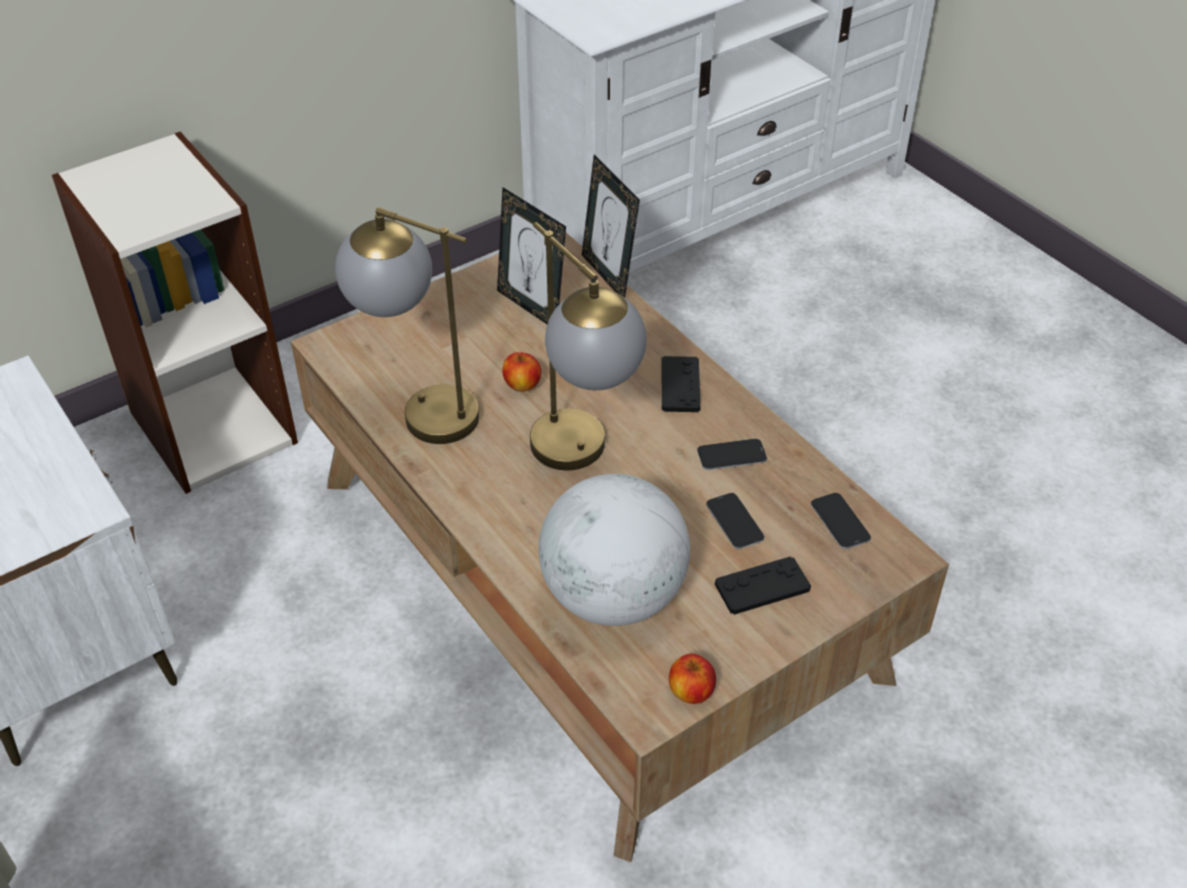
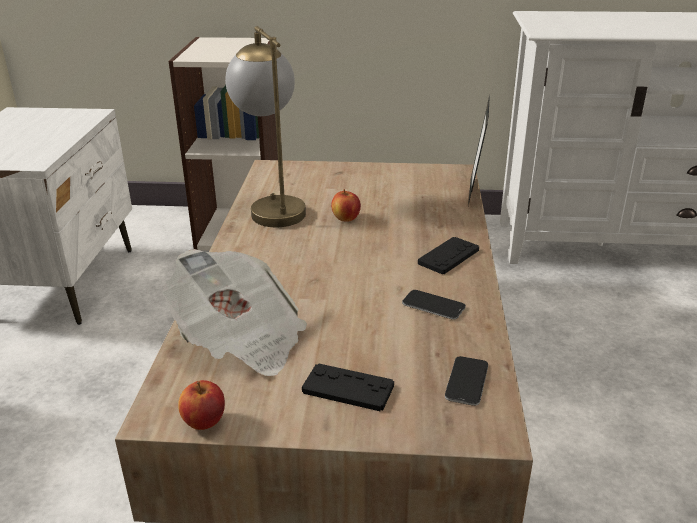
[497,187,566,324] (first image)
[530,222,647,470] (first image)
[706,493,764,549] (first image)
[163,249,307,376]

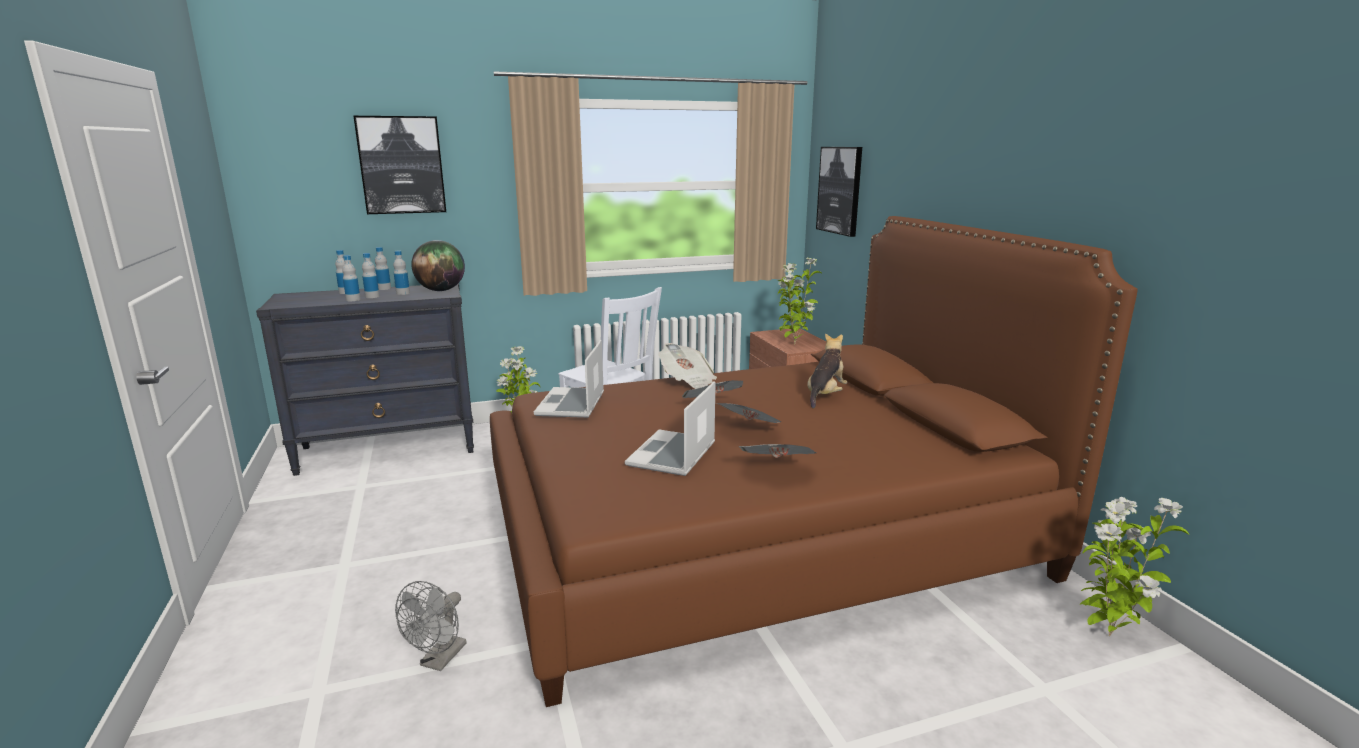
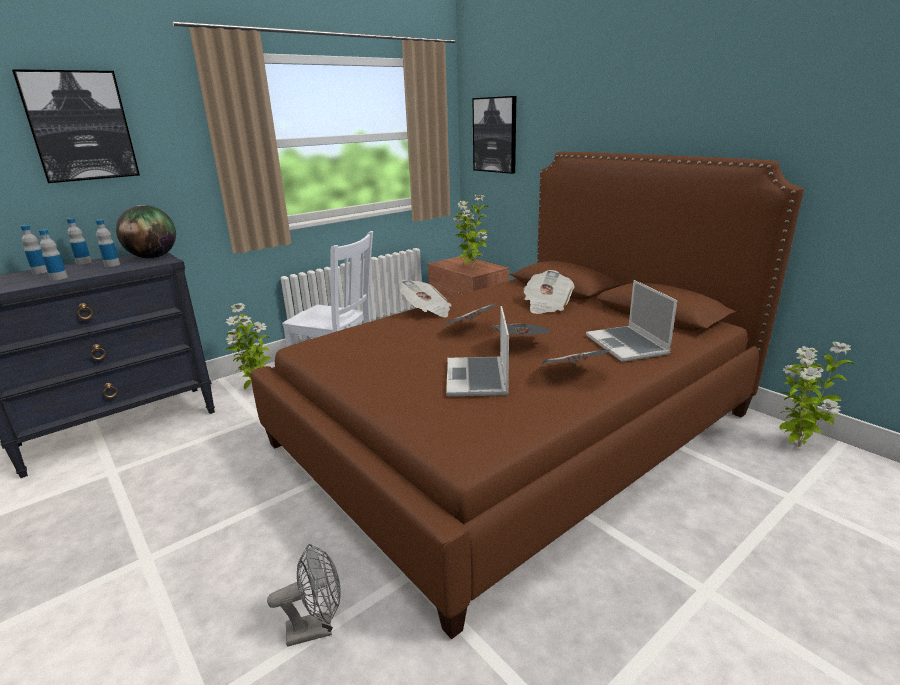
[362,253,380,298] (first image)
[586,280,677,362]
[523,270,574,314]
[267,544,341,647]

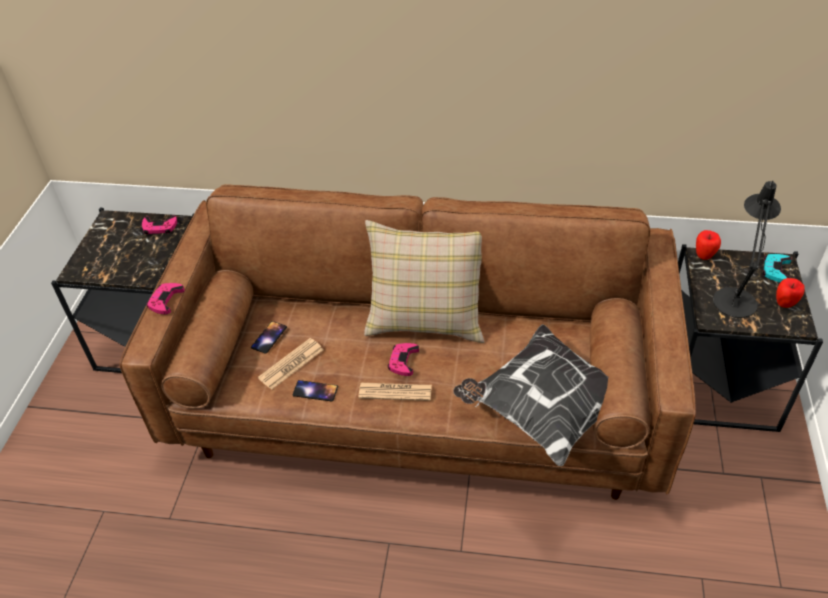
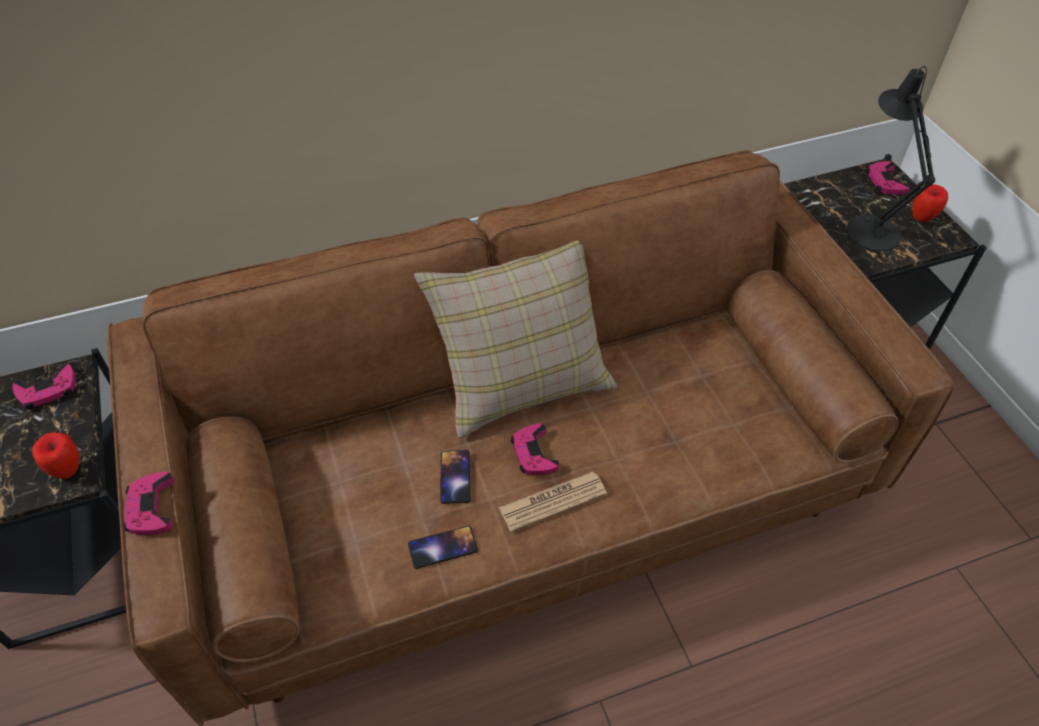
[258,338,324,390] (first image)
[453,324,608,466] (first image)
[440,450,470,504]
[32,432,80,479]
[866,161,910,195]

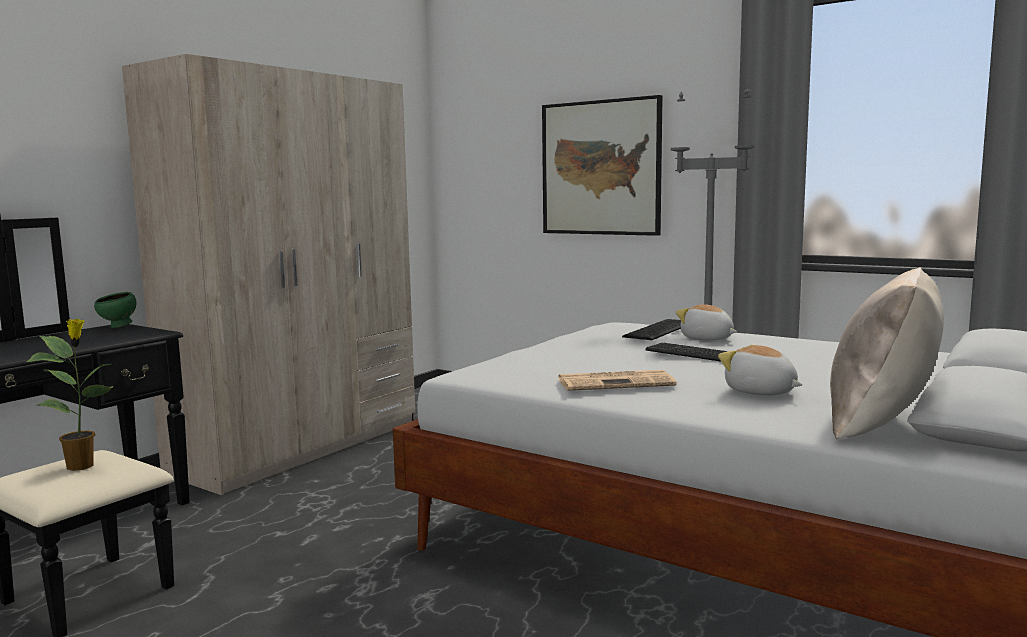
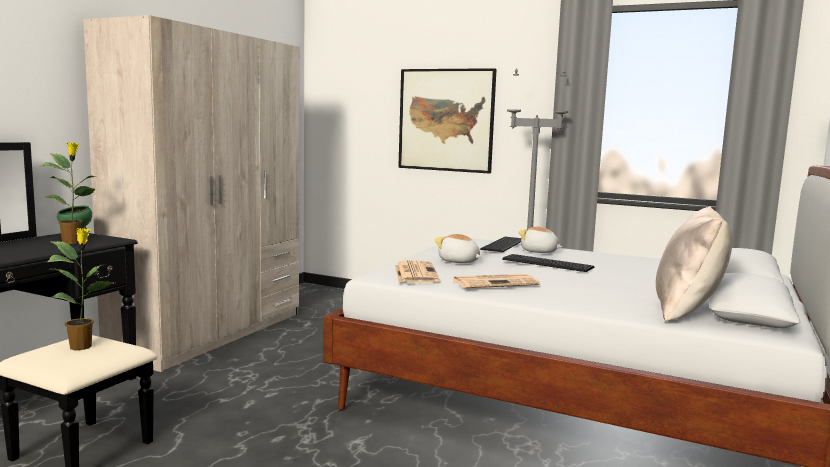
[39,142,96,244]
[395,260,440,283]
[435,234,482,263]

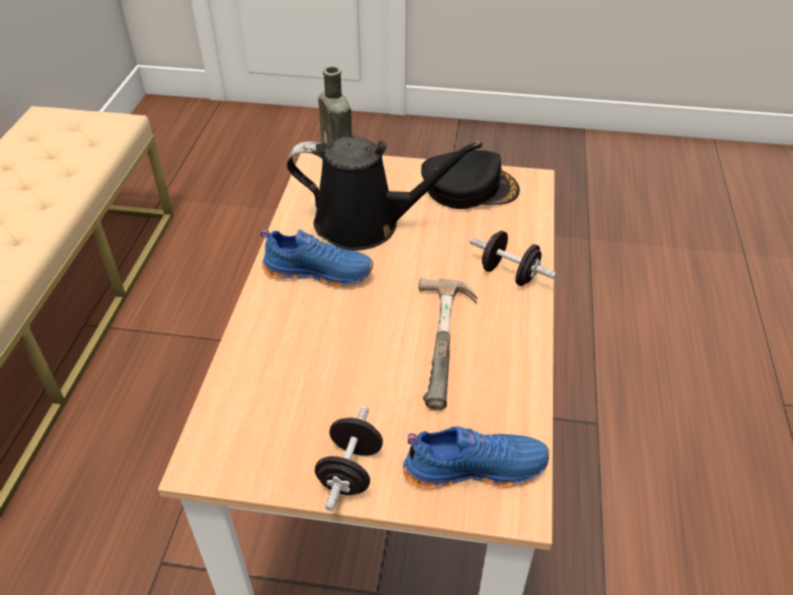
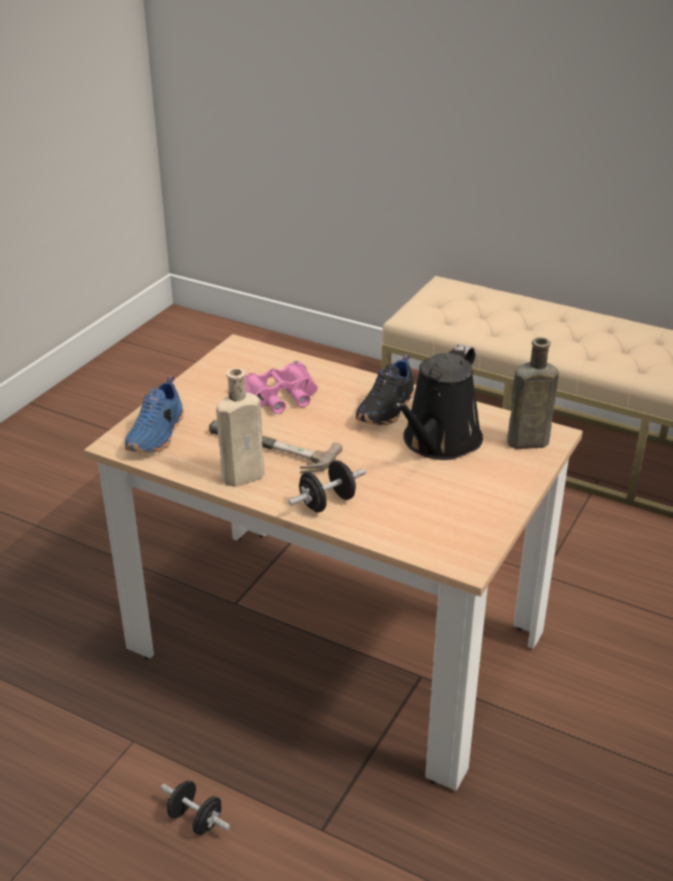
[421,150,520,209] (first image)
[216,368,265,487]
[245,361,318,414]
[161,780,230,835]
[356,354,414,425]

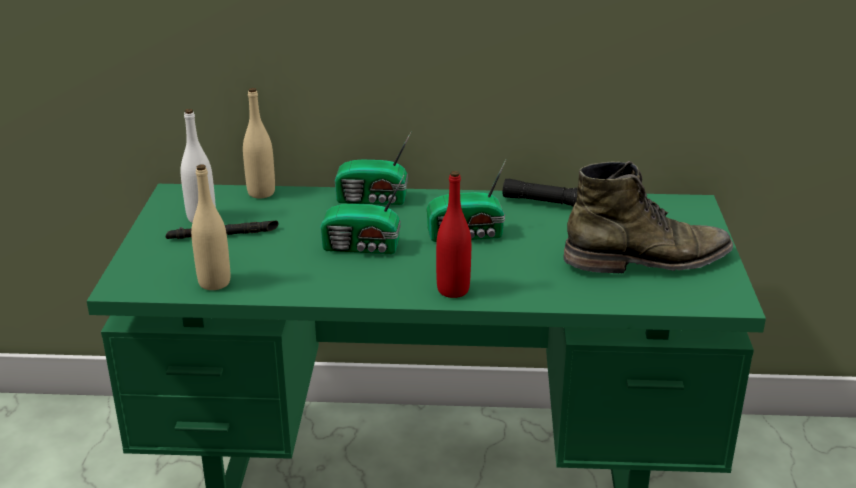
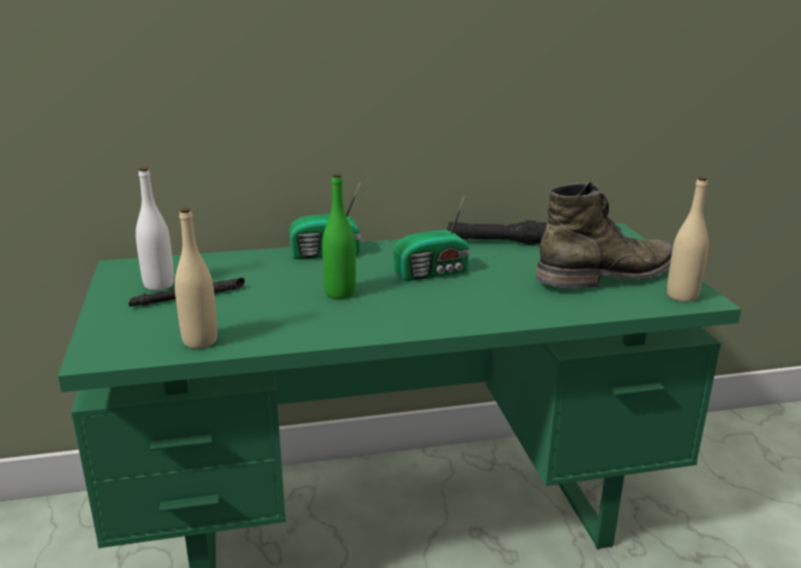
[436,171,471,298] (first image)
[667,176,709,302]
[322,173,356,299]

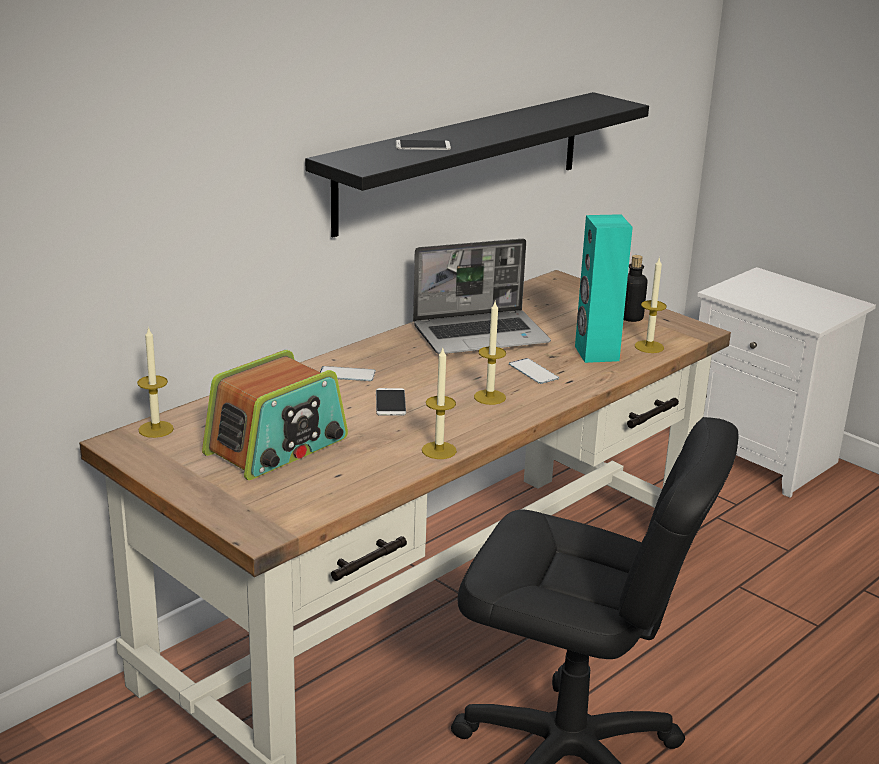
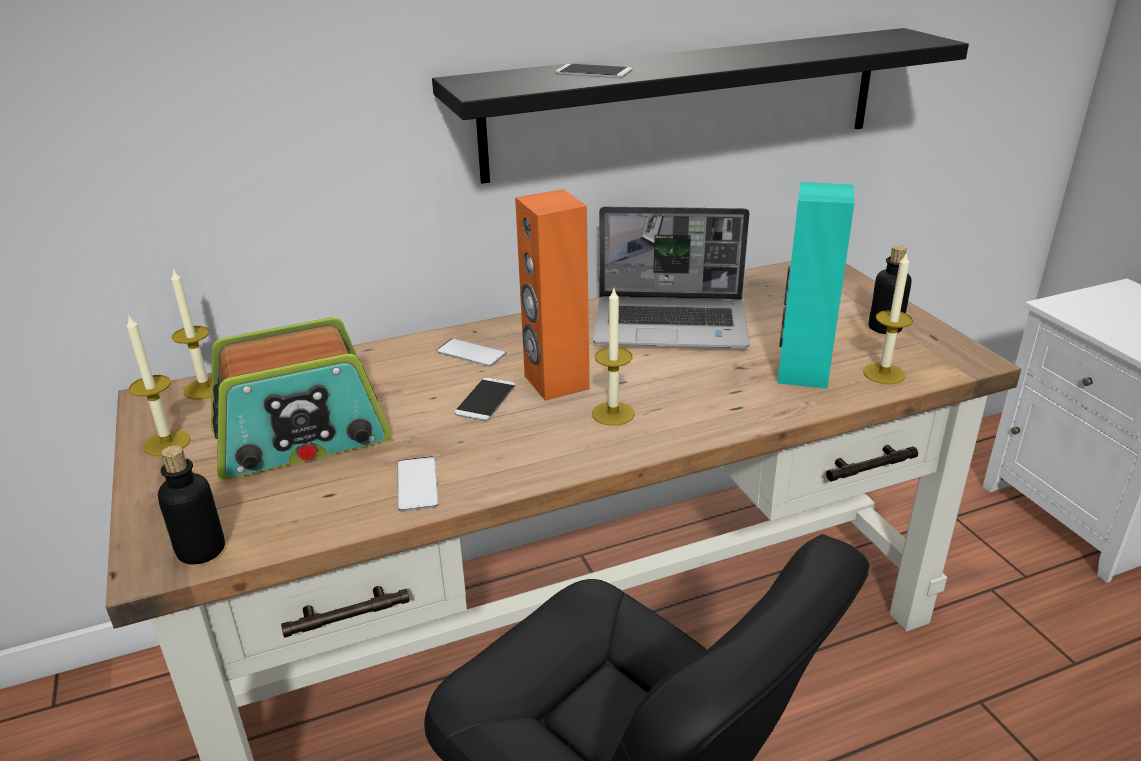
[158,445,225,565]
[515,189,590,401]
[126,314,191,456]
[397,456,439,511]

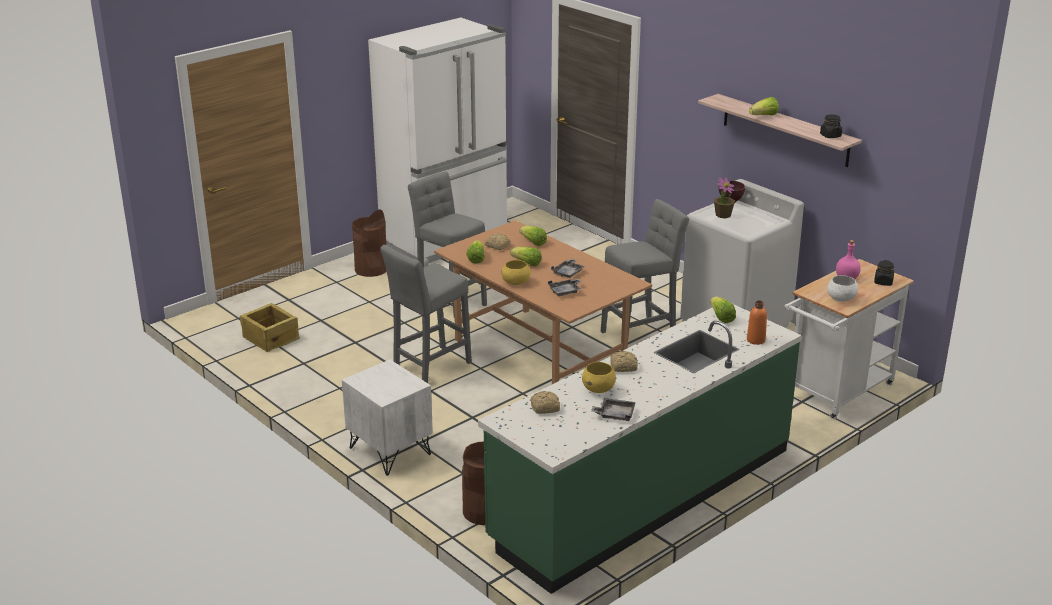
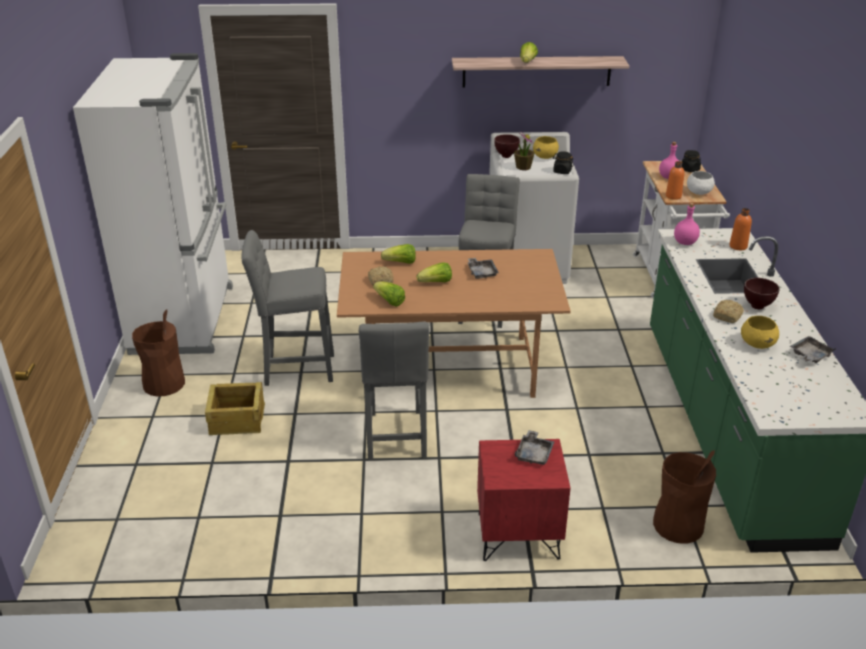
[531,391,560,414] (first image)
[666,161,684,200]
[744,278,780,309]
[205,382,265,435]
[533,136,559,159]
[515,430,555,465]
[553,151,574,174]
[674,203,700,245]
[477,439,571,561]

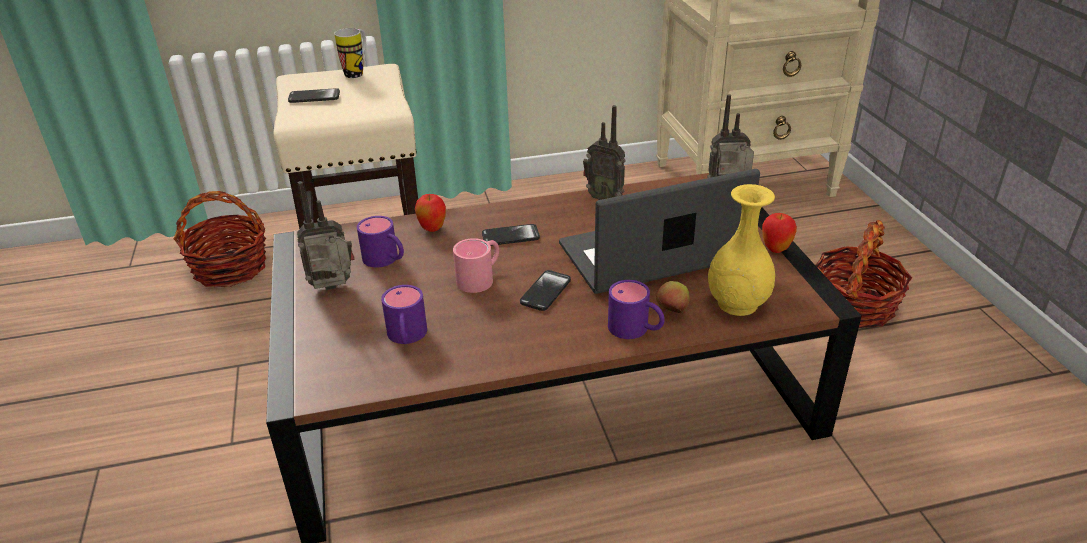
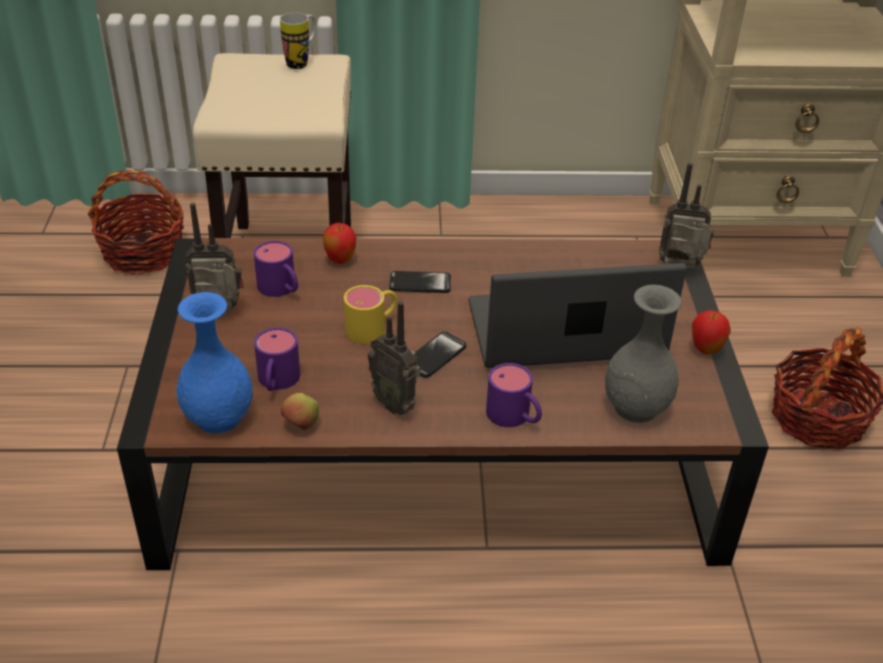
[288,88,340,103] (first image)
[177,292,253,433]
[368,301,420,415]
[281,393,319,430]
[344,285,397,344]
[605,285,681,423]

